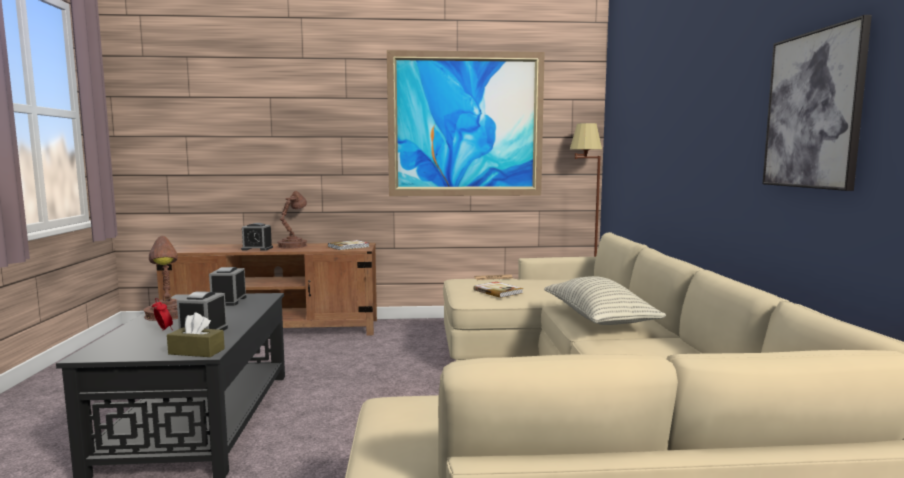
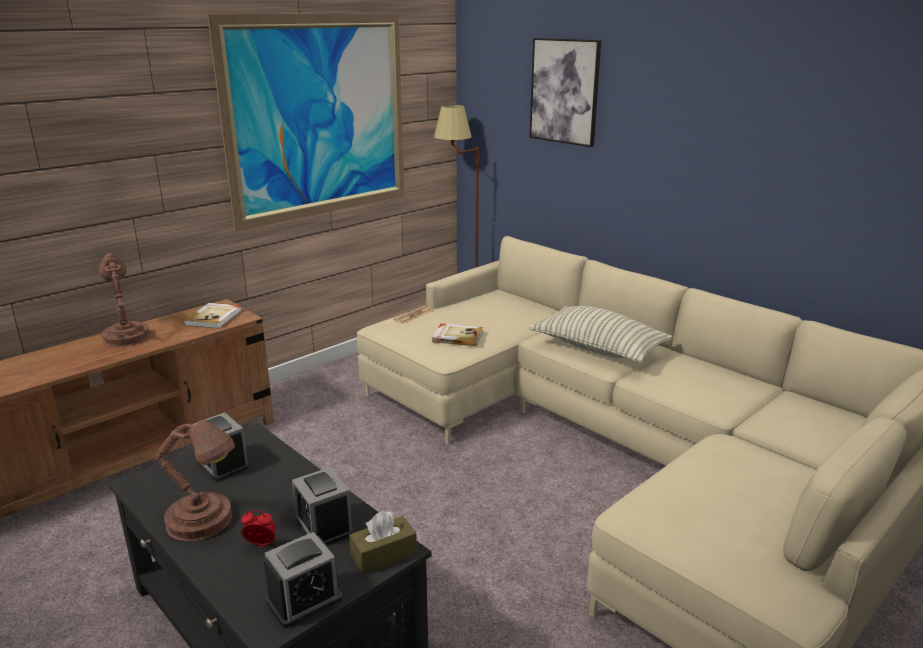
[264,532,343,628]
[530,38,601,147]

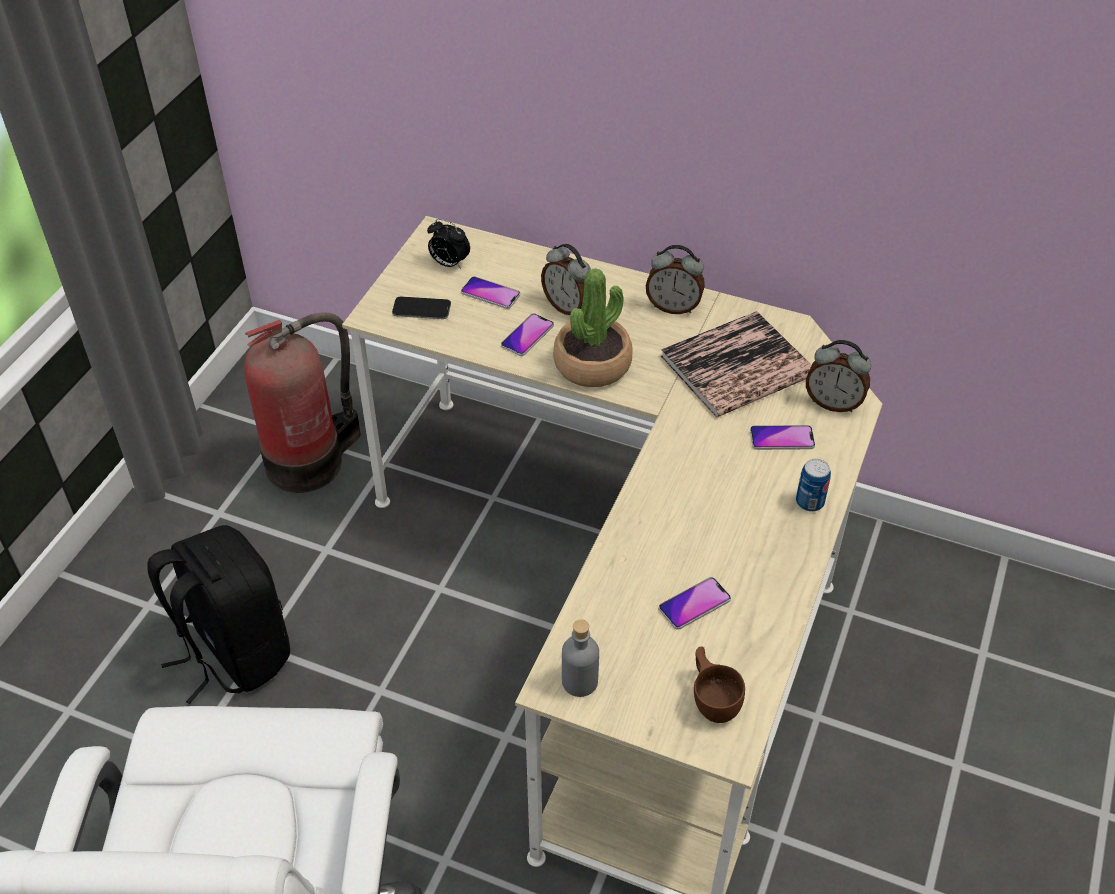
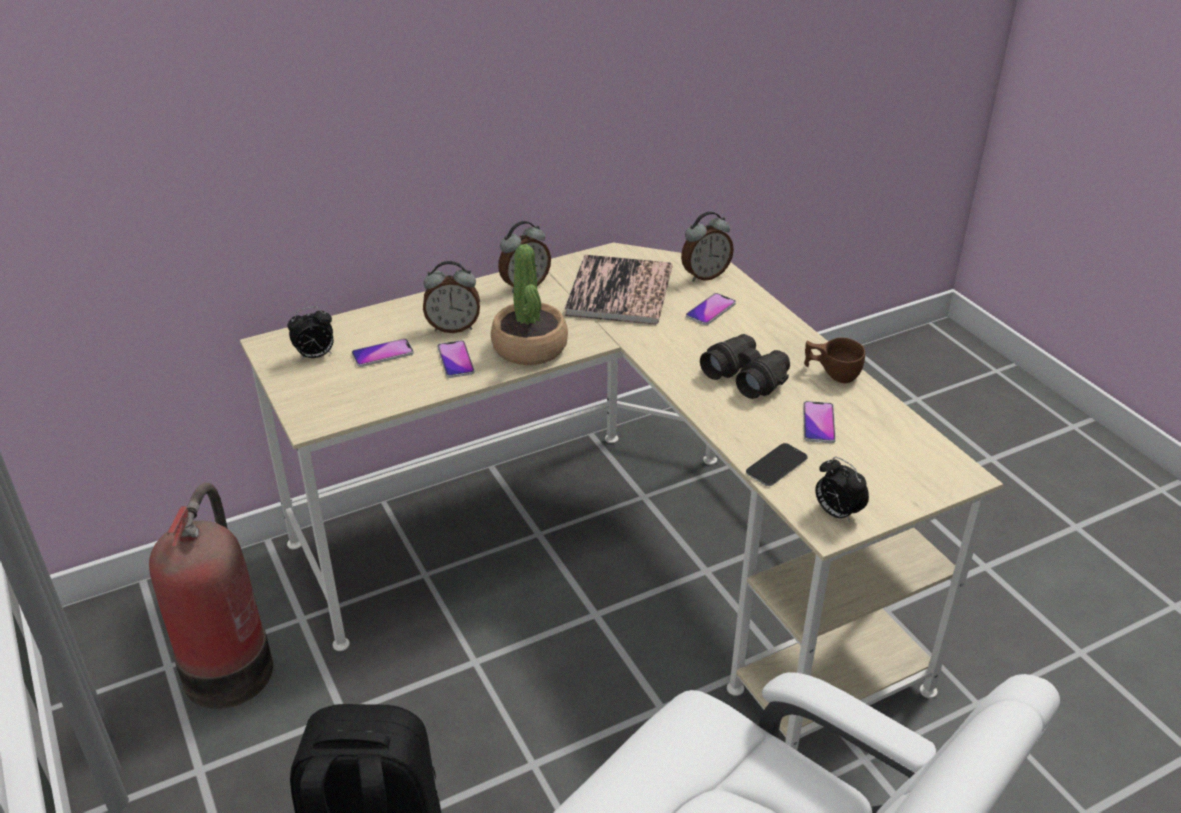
[796,459,831,512] (first image)
[700,334,790,399]
[746,443,808,486]
[804,338,865,383]
[815,457,869,523]

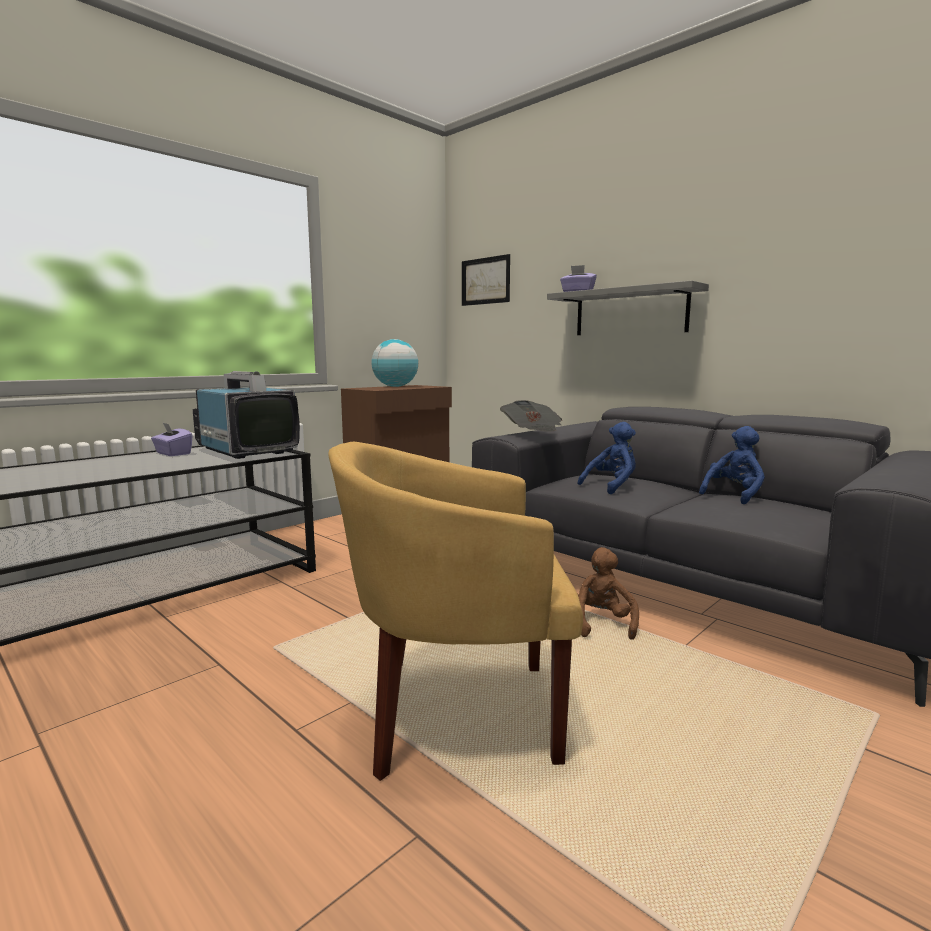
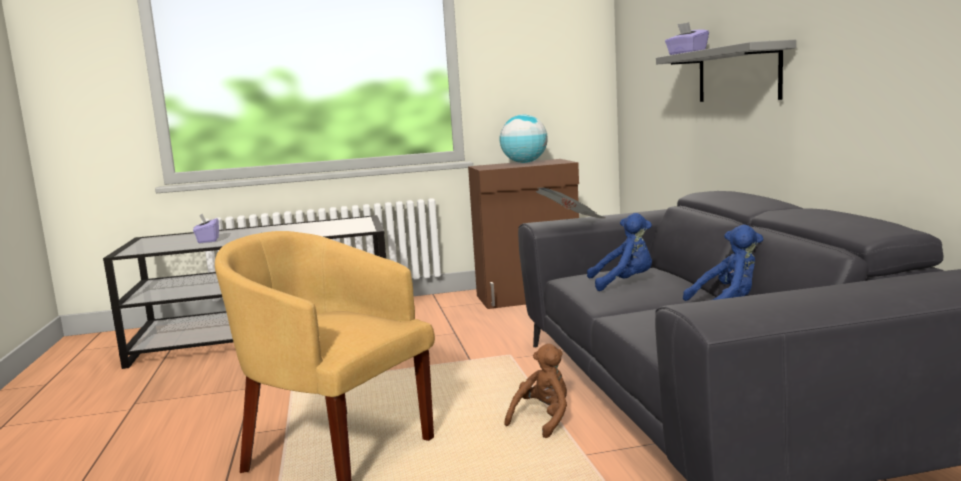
[193,371,300,459] (first image)
[462,254,510,306] (first image)
[193,214,219,243]

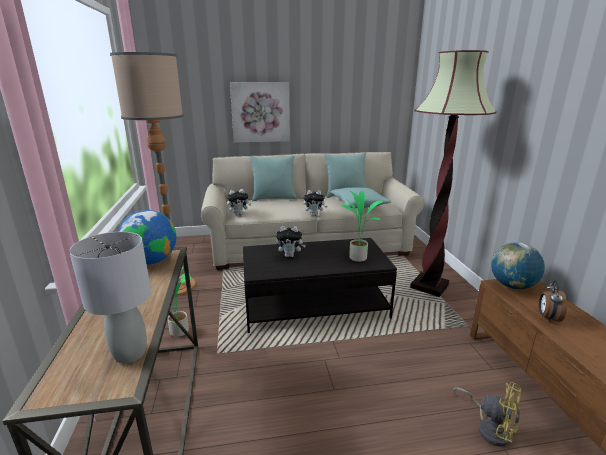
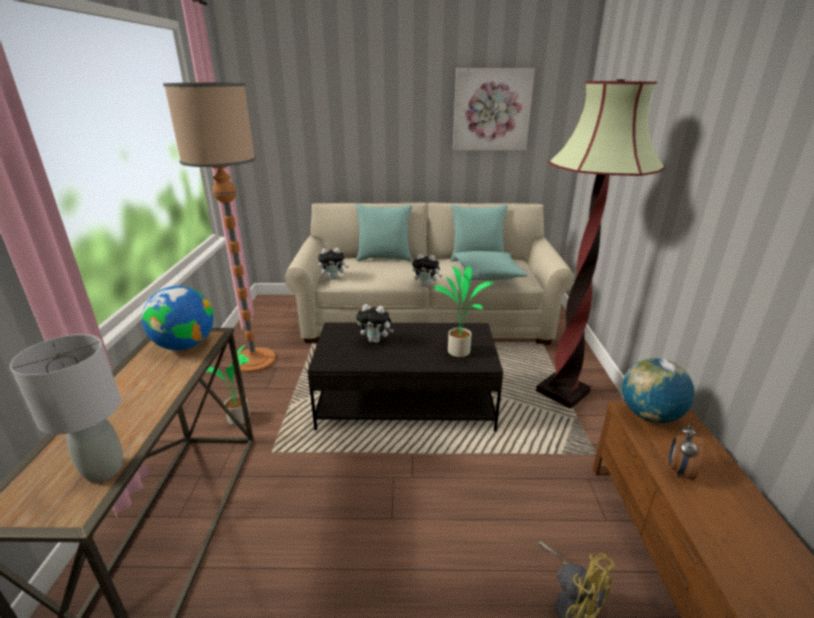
[453,68,535,150]

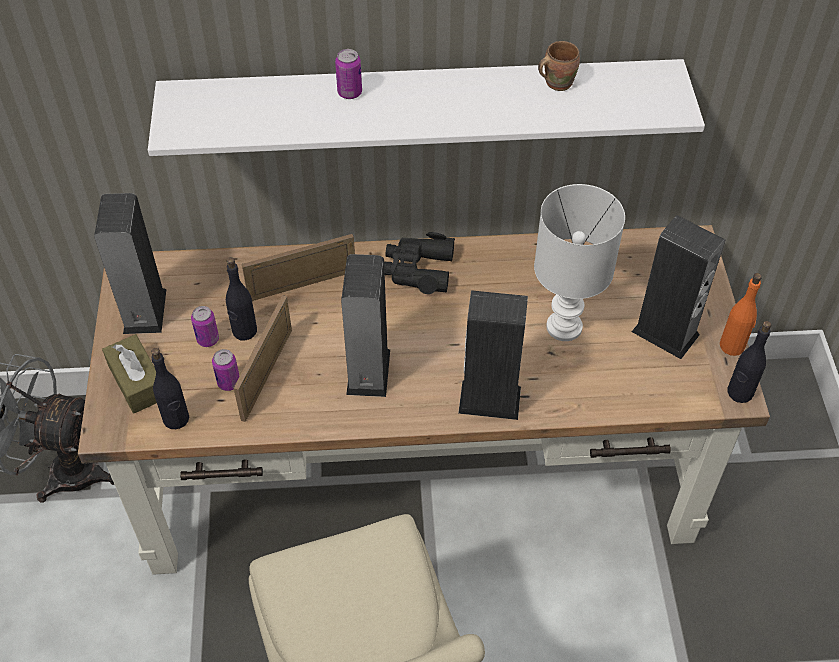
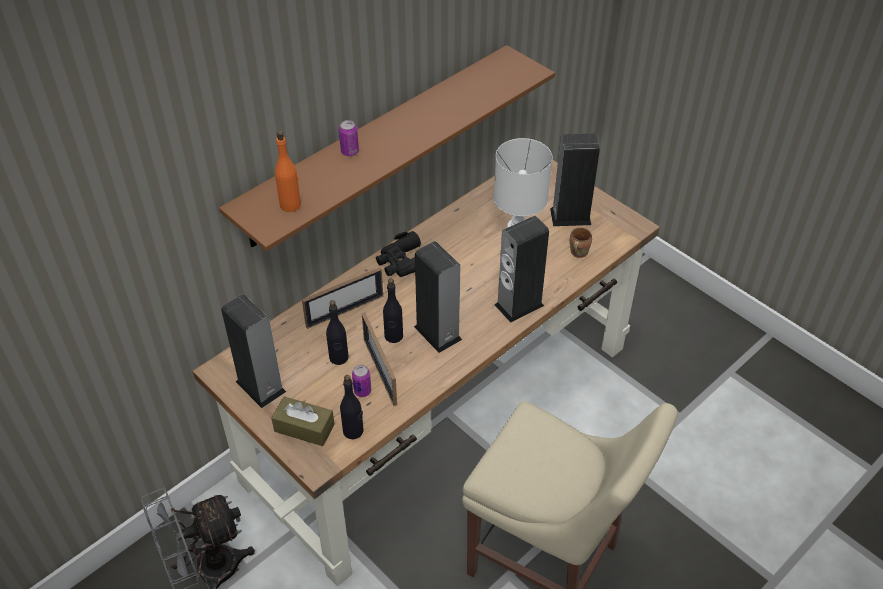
[191,306,219,347] (first image)
[570,227,592,258]
[275,131,301,212]
[383,279,403,343]
[219,45,555,252]
[302,267,383,329]

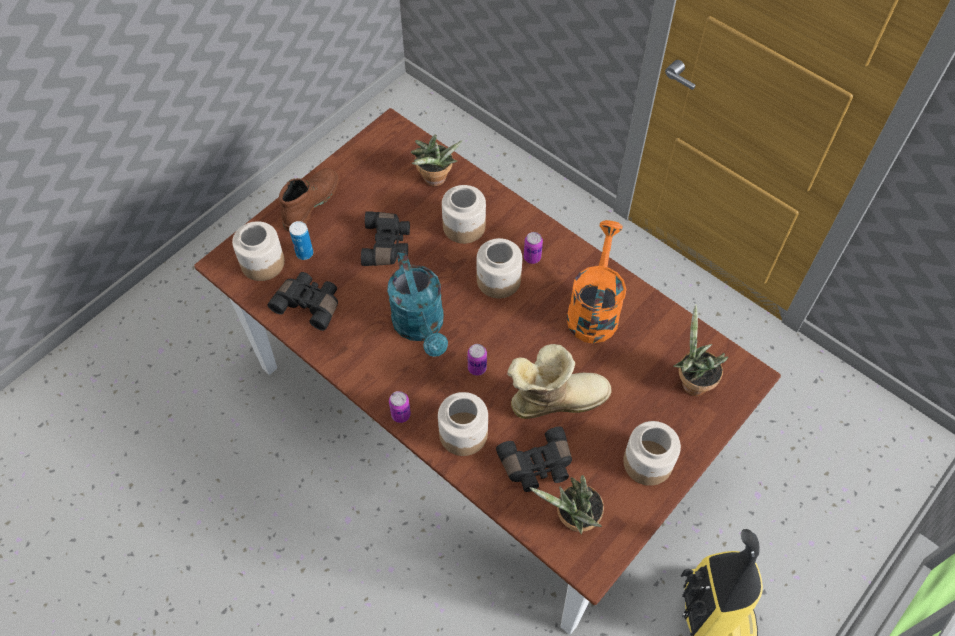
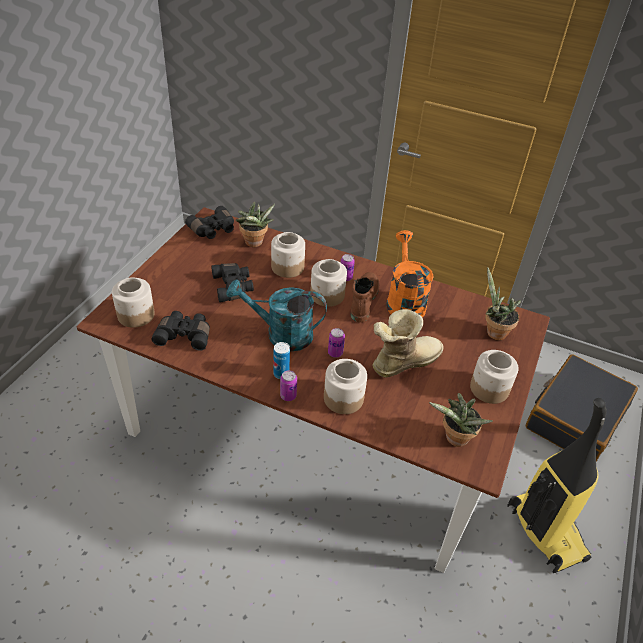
[525,354,638,462]
[351,272,379,323]
[274,342,290,379]
[185,206,234,239]
[227,279,327,351]

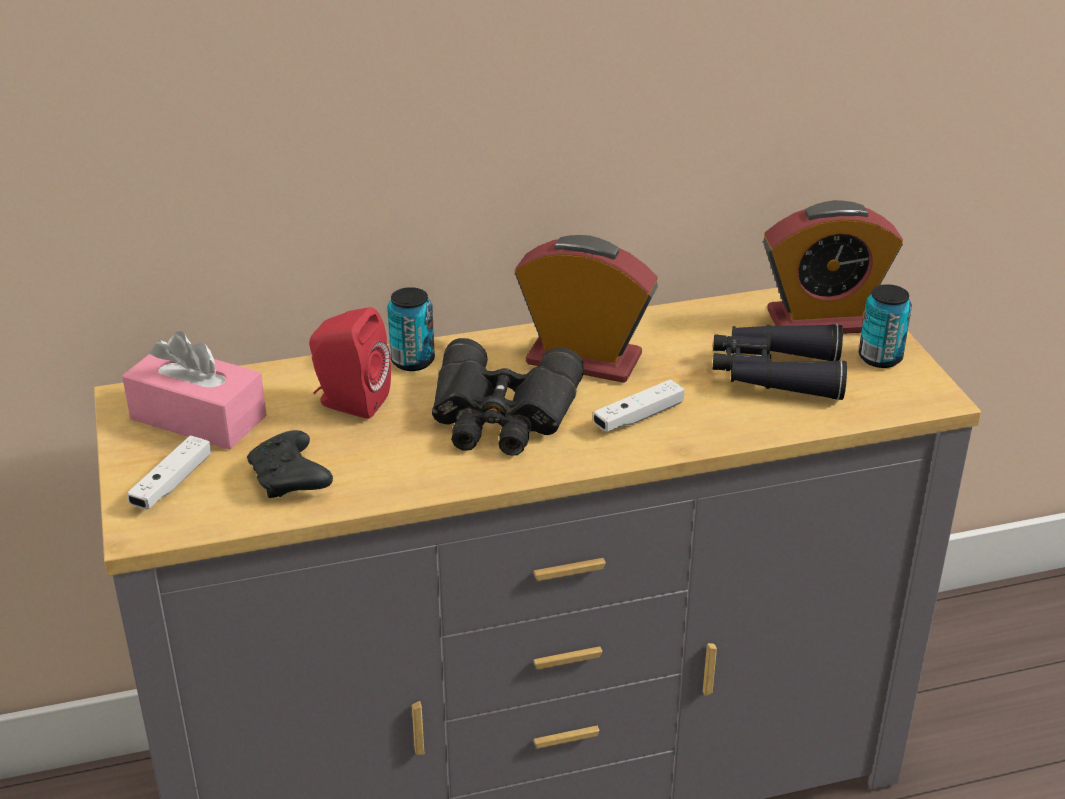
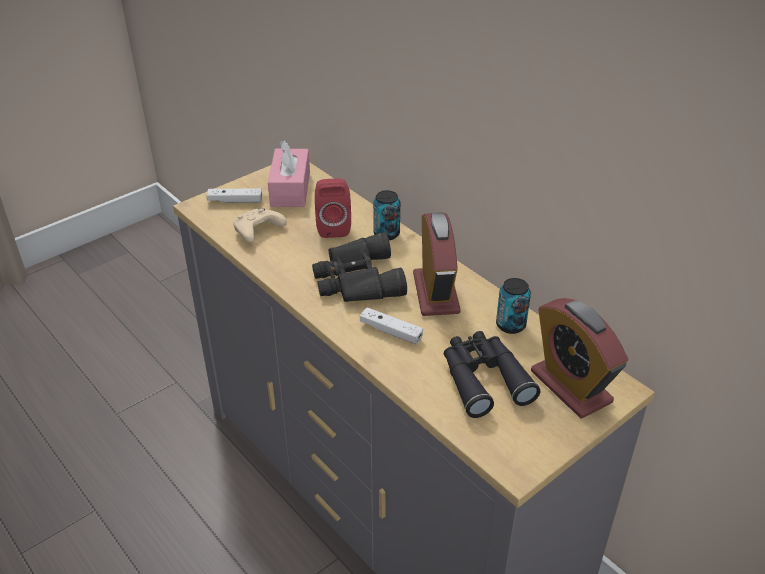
[496,278,531,334]
[233,209,287,242]

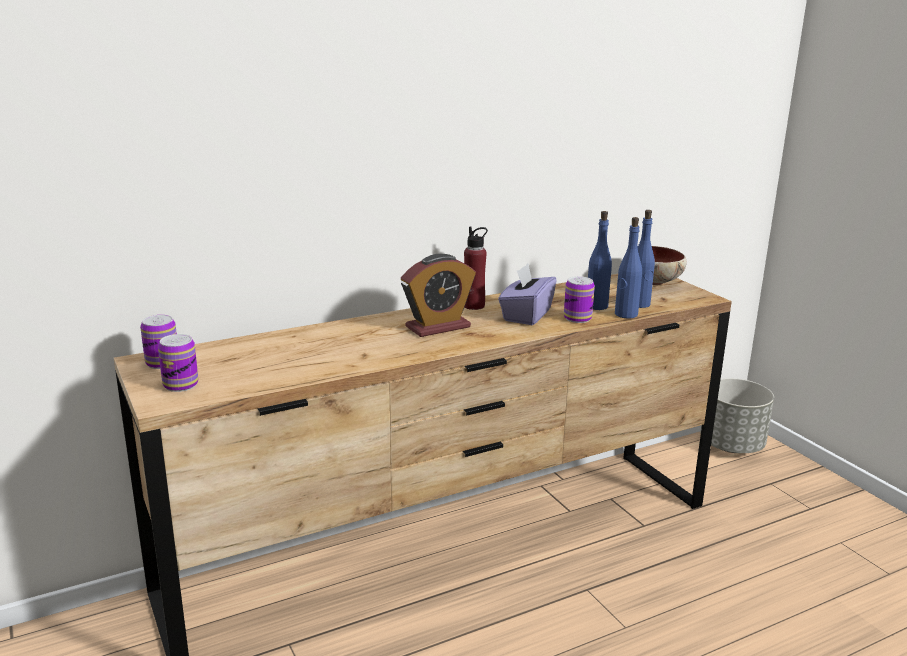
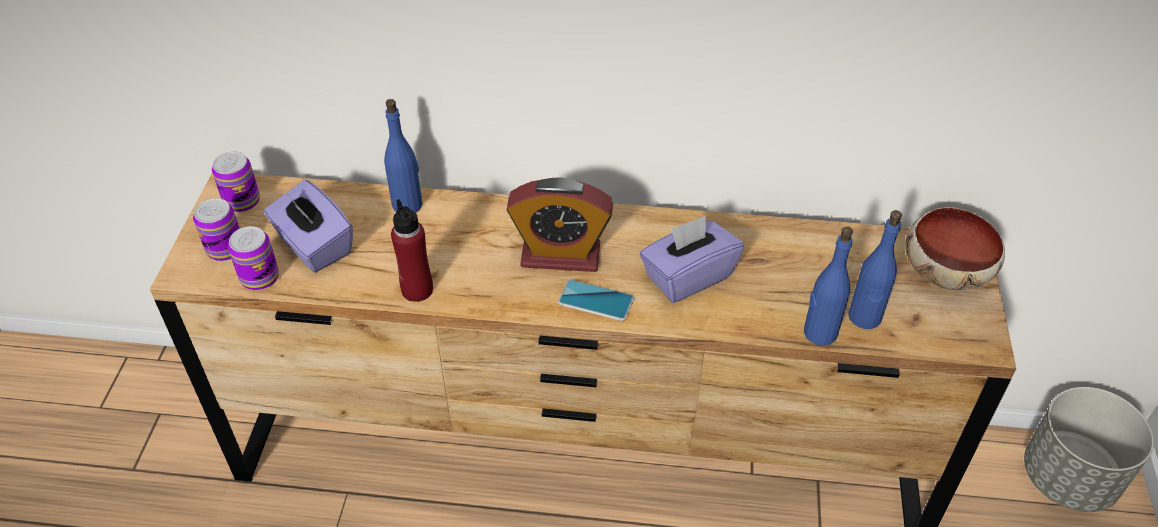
[264,180,353,272]
[558,279,634,321]
[391,199,433,302]
[228,226,279,290]
[384,99,422,213]

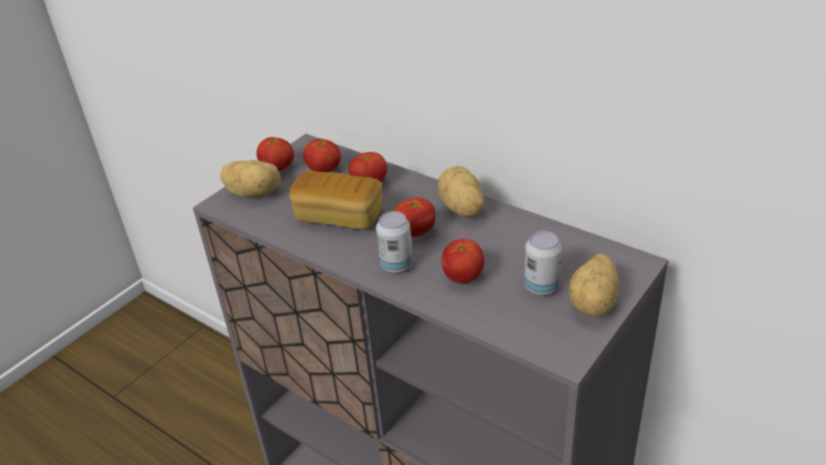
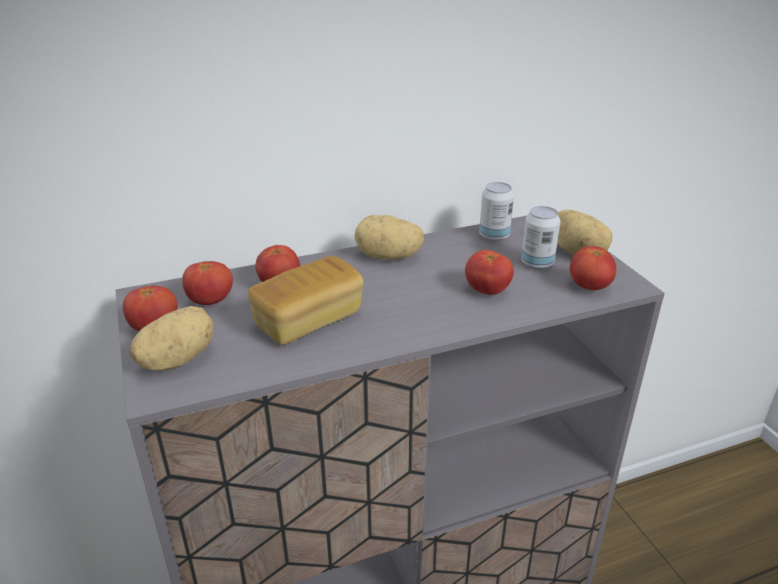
[479,182,514,241]
[570,246,617,290]

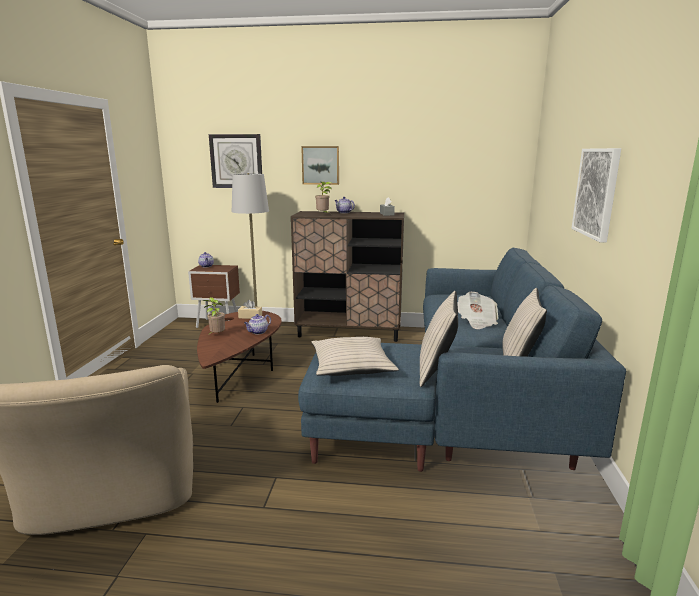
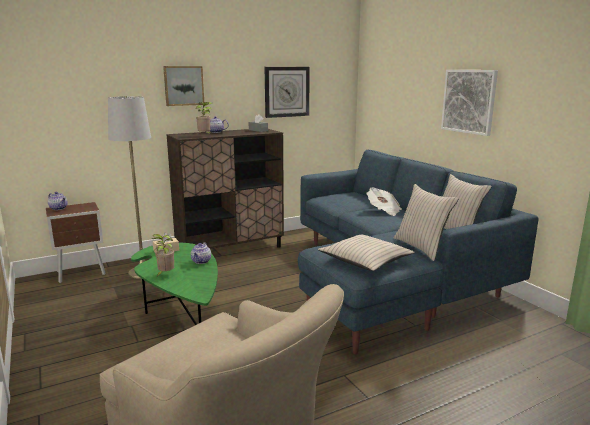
[265,67,310,118]
[131,242,218,325]

